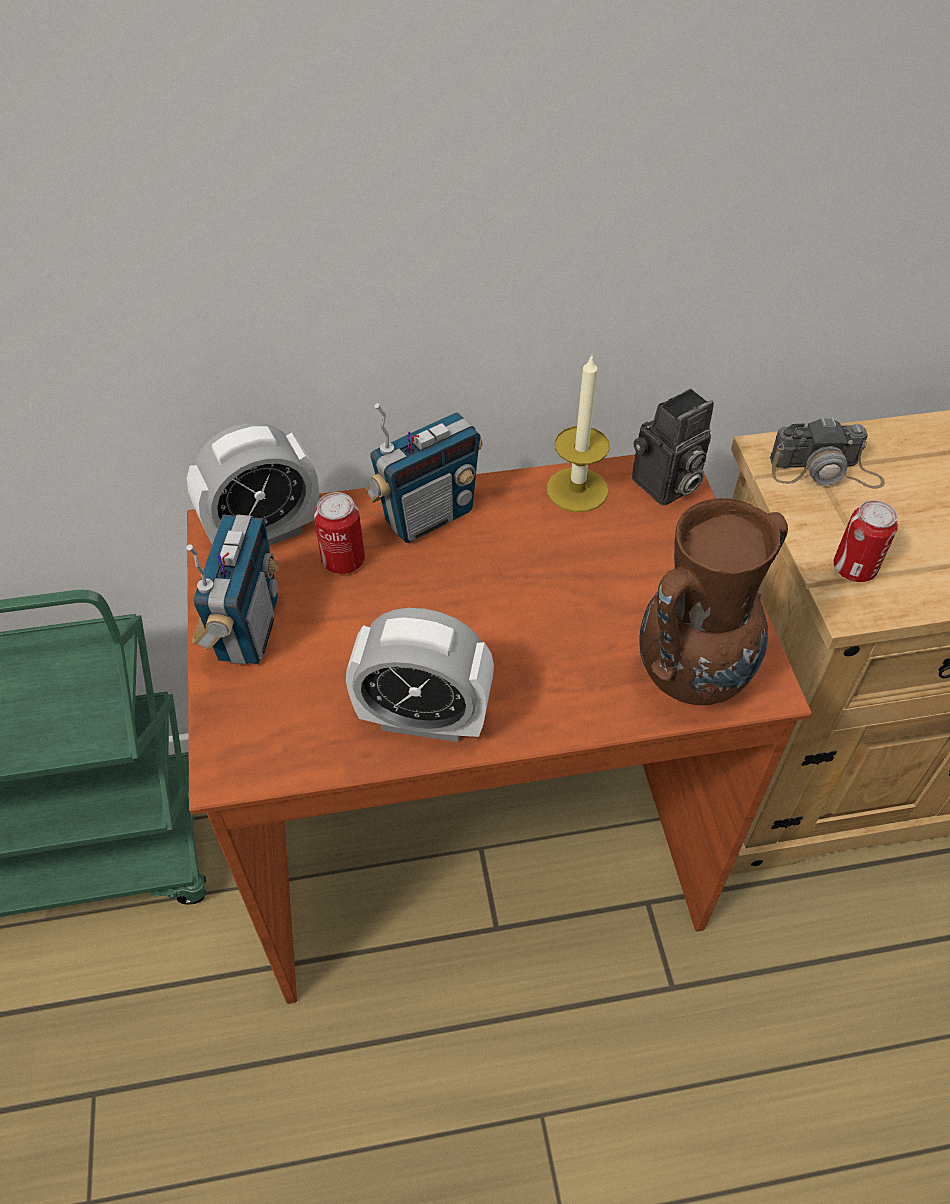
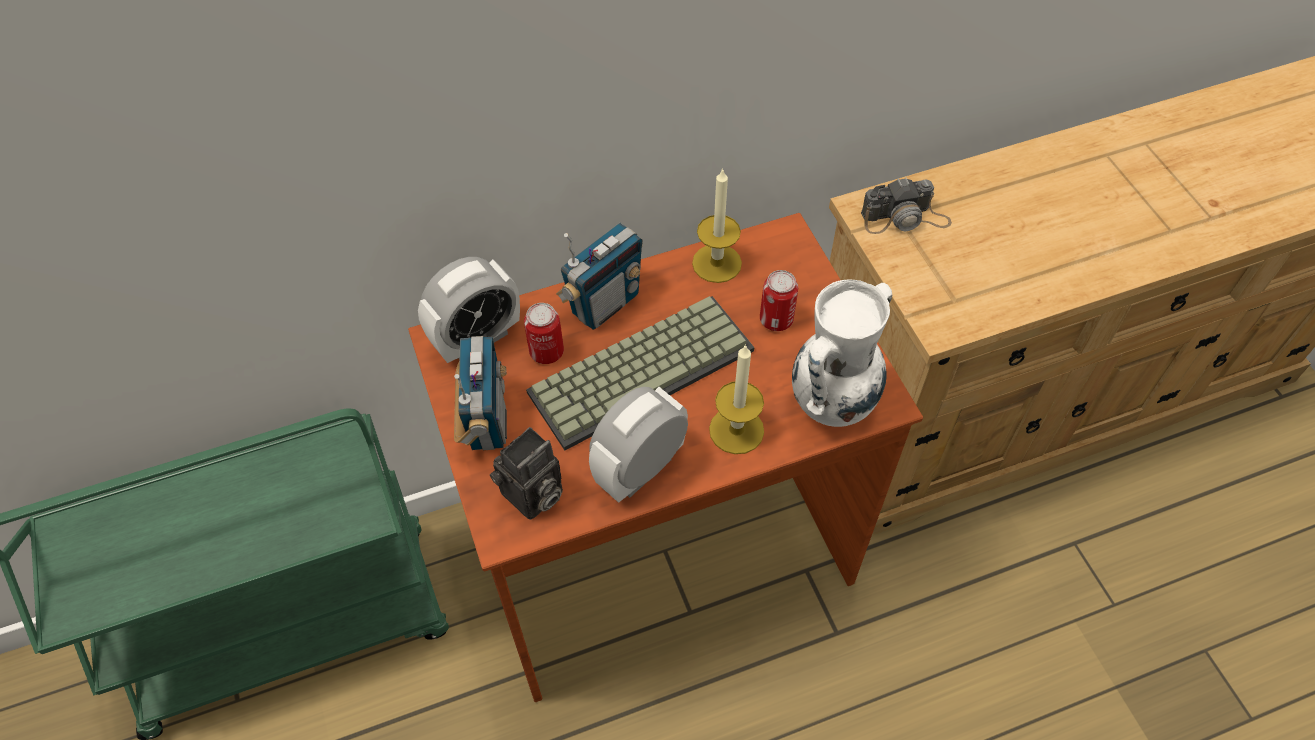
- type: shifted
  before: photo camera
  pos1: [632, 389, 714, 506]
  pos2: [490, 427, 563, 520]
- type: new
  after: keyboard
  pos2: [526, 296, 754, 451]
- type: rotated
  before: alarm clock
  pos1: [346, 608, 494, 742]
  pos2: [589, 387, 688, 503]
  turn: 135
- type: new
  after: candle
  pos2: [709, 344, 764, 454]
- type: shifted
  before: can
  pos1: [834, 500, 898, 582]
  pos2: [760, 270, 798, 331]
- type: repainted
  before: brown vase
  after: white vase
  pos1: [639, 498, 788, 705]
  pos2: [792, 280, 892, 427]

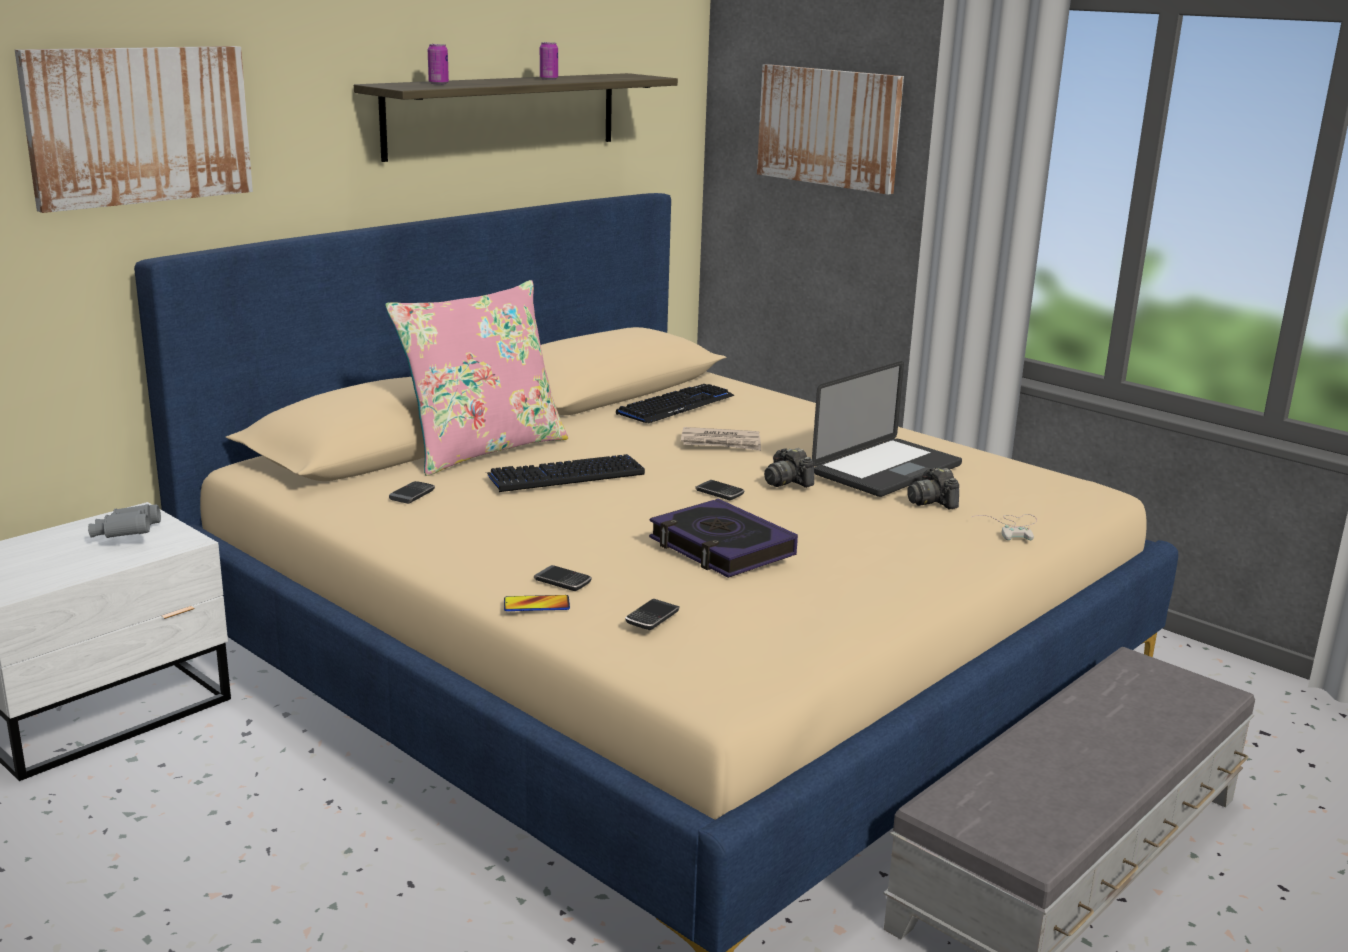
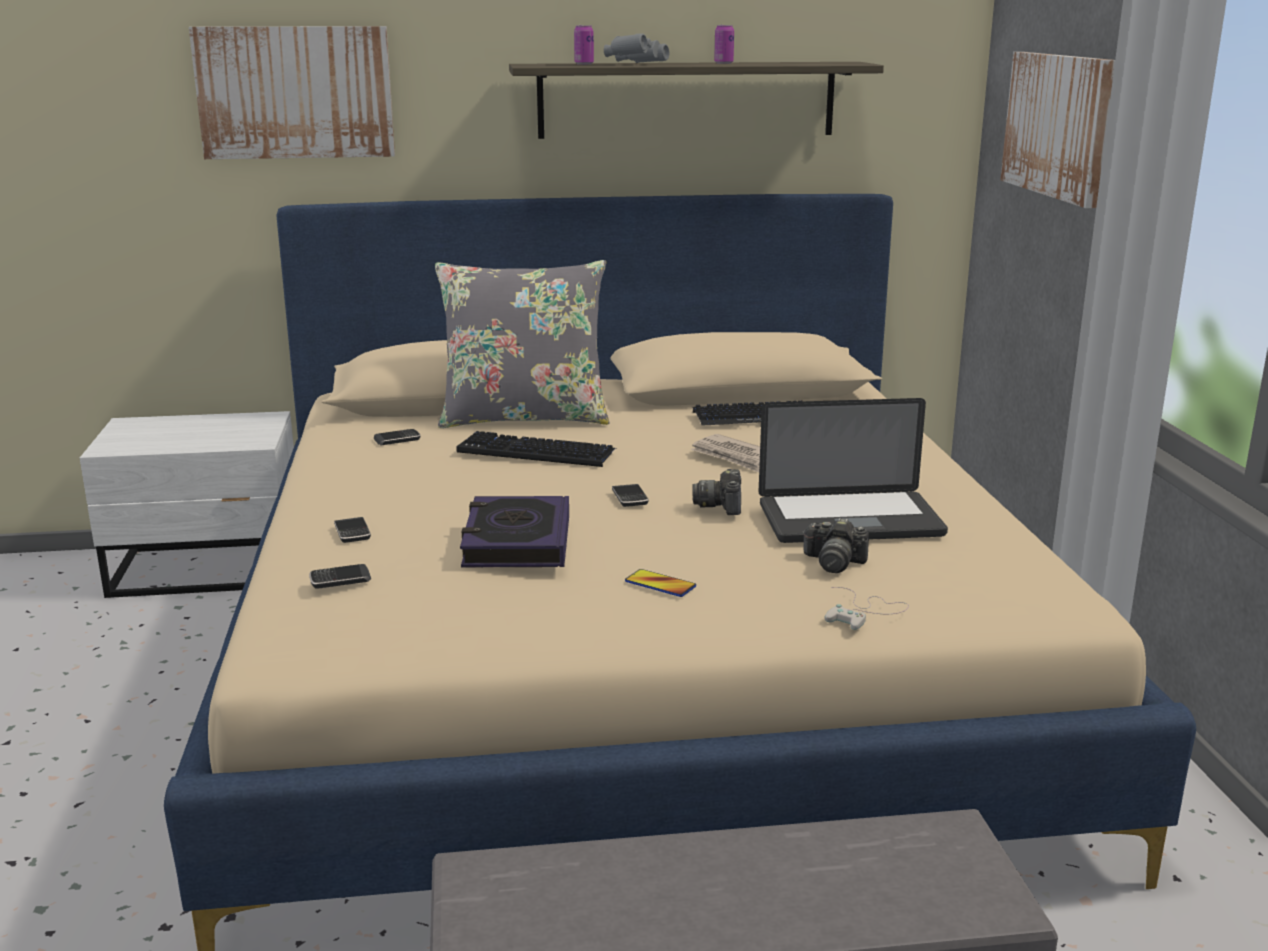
- type: repainted
  before: pink pillow
  after: grey pillow
  pos1: [385, 280, 568, 476]
  pos2: [435, 260, 610, 428]
- type: shifted
  before: grey binoculars
  pos1: [88, 504, 161, 538]
  pos2: [604, 33, 669, 63]
- type: shifted
  before: phone
  pos1: [504, 595, 570, 611]
  pos2: [625, 569, 696, 597]
- type: rotated
  before: photo camera
  pos1: [907, 468, 959, 510]
  pos2: [802, 518, 869, 573]
  turn: -90

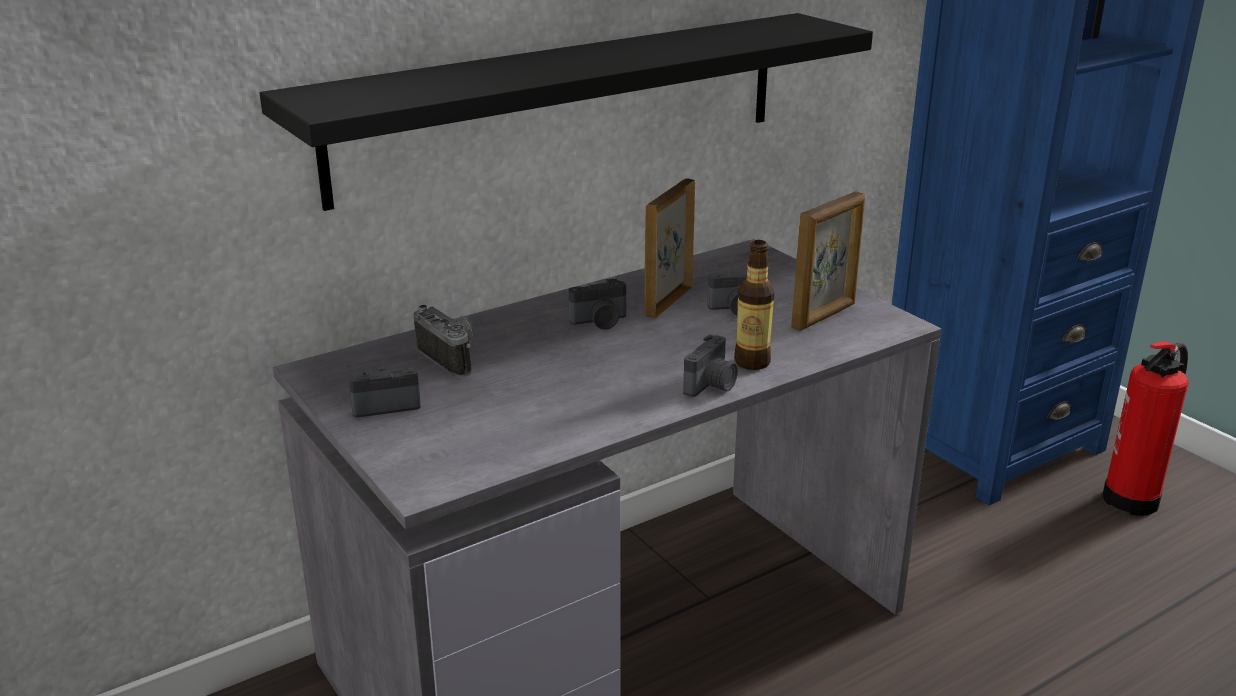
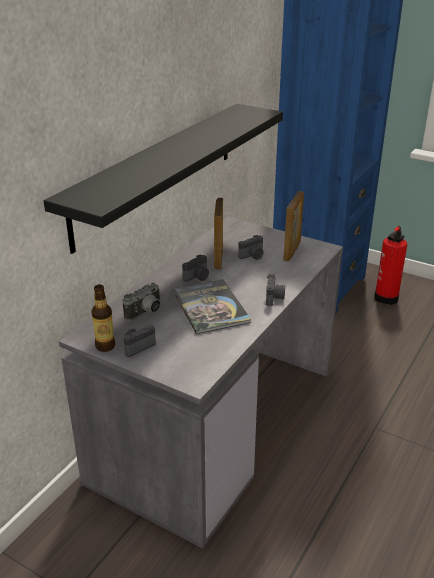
- type: shifted
  before: bottle
  pos1: [734, 240, 774, 370]
  pos2: [92, 284, 115, 352]
- type: rotated
  before: photo camera
  pos1: [413, 305, 475, 378]
  pos2: [122, 283, 161, 321]
  turn: 105
- type: new
  after: book
  pos2: [173, 279, 251, 334]

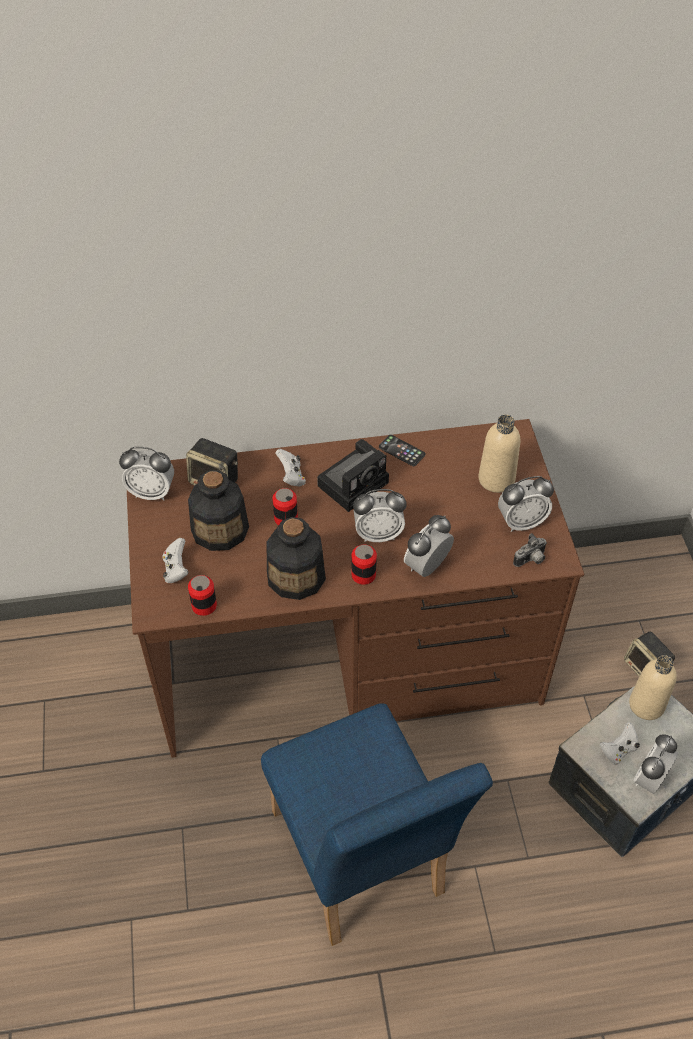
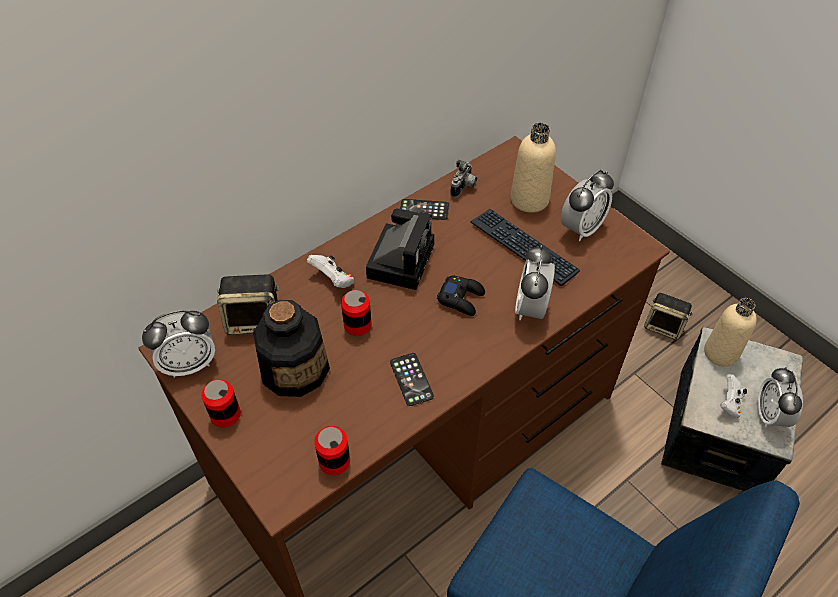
- type: shifted
  before: can
  pos1: [351, 545, 377, 585]
  pos2: [201, 380, 241, 428]
- type: swapped
  before: bottle
  after: phone
  pos1: [267, 517, 326, 600]
  pos2: [390, 353, 434, 406]
- type: swapped
  before: alarm clock
  after: black game controller
  pos1: [353, 489, 407, 542]
  pos2: [437, 276, 485, 316]
- type: shifted
  before: photo camera
  pos1: [513, 533, 547, 567]
  pos2: [450, 160, 477, 198]
- type: new
  after: keyboard
  pos2: [471, 209, 580, 286]
- type: gone
  before: white game controller
  pos1: [163, 538, 189, 583]

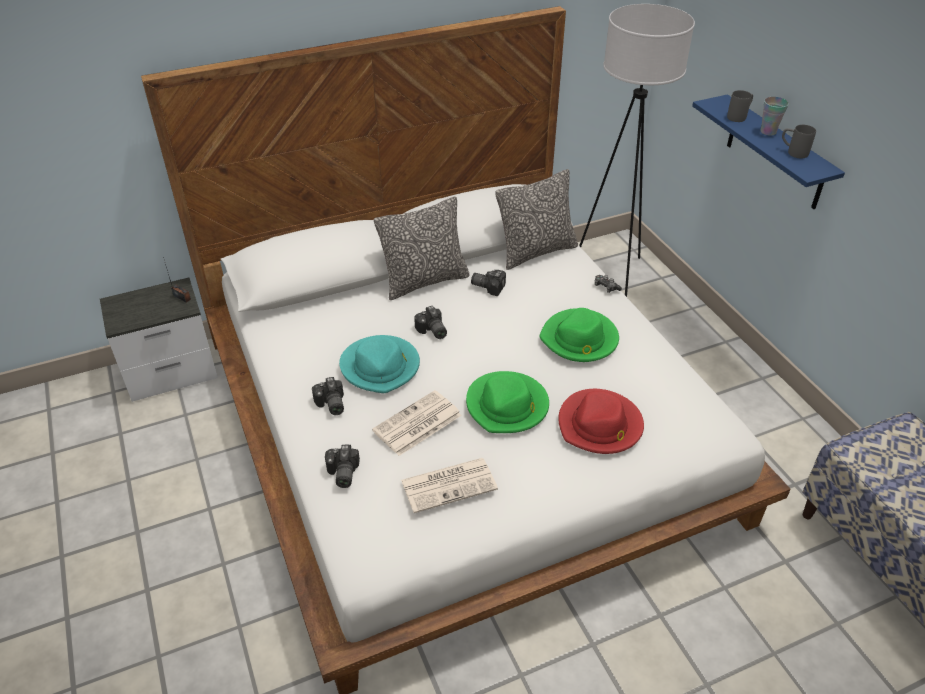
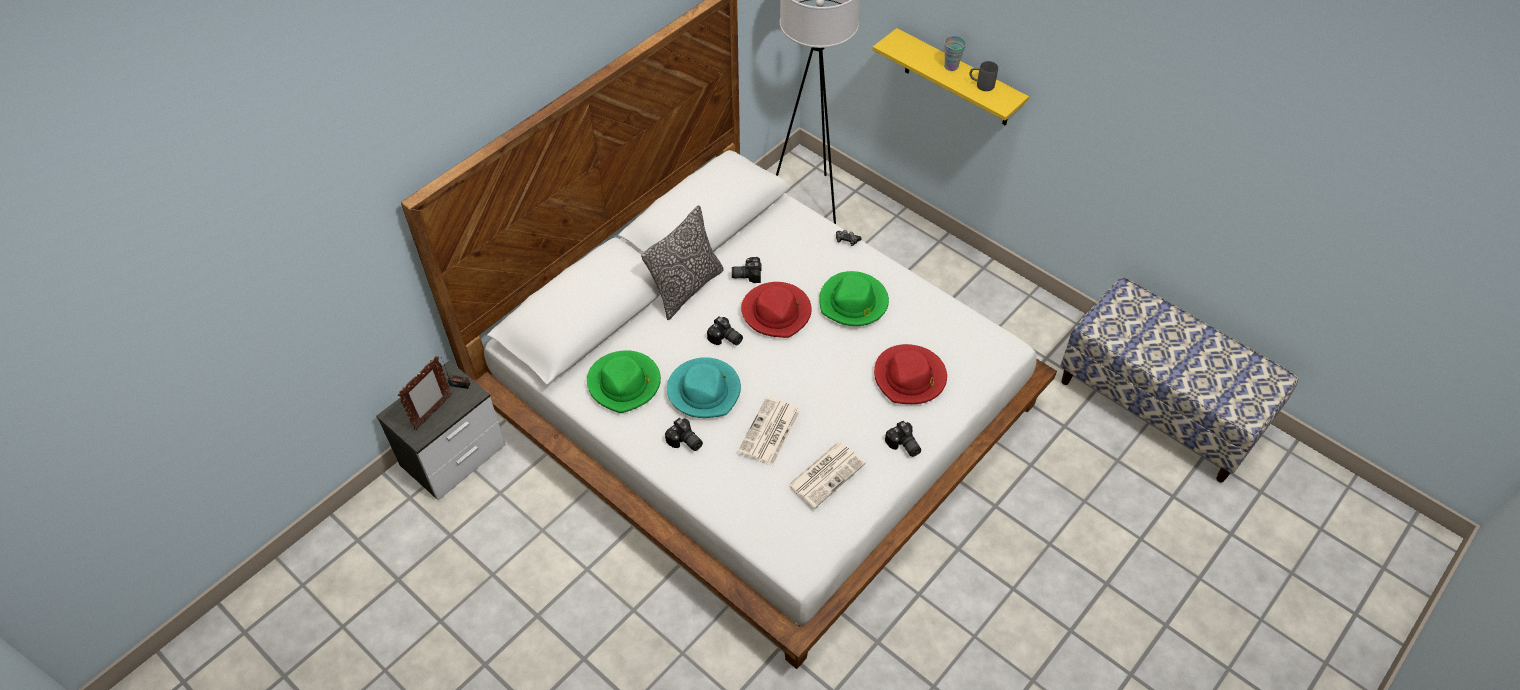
- type: new
  after: picture frame
  pos2: [398, 356, 452, 430]
- type: shifted
  before: green hat
  pos1: [466, 371, 549, 433]
  pos2: [587, 350, 661, 413]
- type: new
  after: red hat
  pos2: [741, 282, 812, 338]
- type: repainted
  before: blue shelf
  after: yellow shelf
  pos1: [692, 94, 845, 209]
  pos2: [872, 28, 1029, 126]
- type: shifted
  before: photo camera
  pos1: [325, 445, 360, 488]
  pos2: [885, 421, 921, 457]
- type: gone
  before: pillow
  pos1: [495, 169, 578, 270]
- type: gone
  before: grey mug
  pos1: [727, 90, 753, 122]

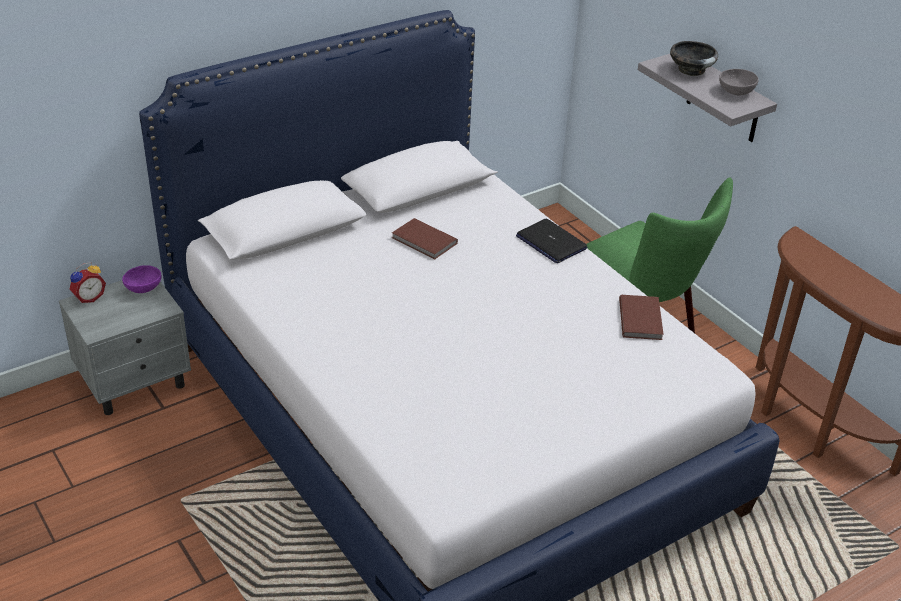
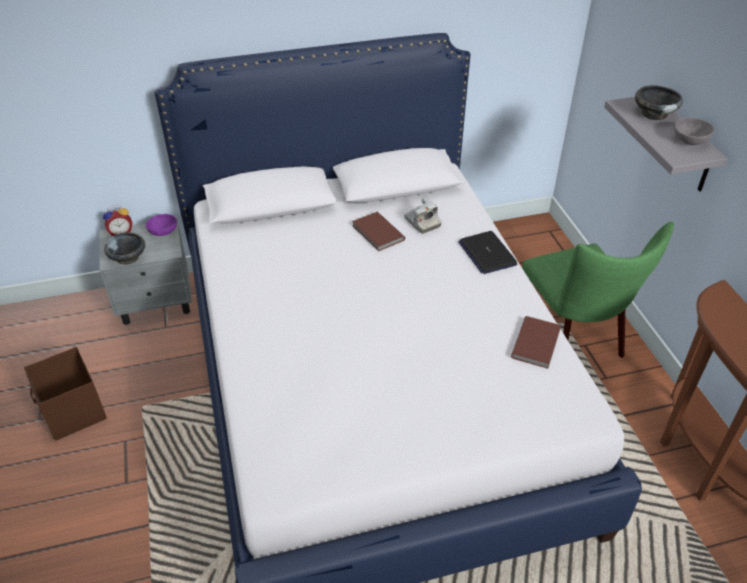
- type: new
  after: brown storage box
  pos2: [24, 347, 107, 441]
- type: new
  after: black bowl
  pos2: [104, 232, 145, 265]
- type: new
  after: photo camera
  pos2: [404, 197, 442, 234]

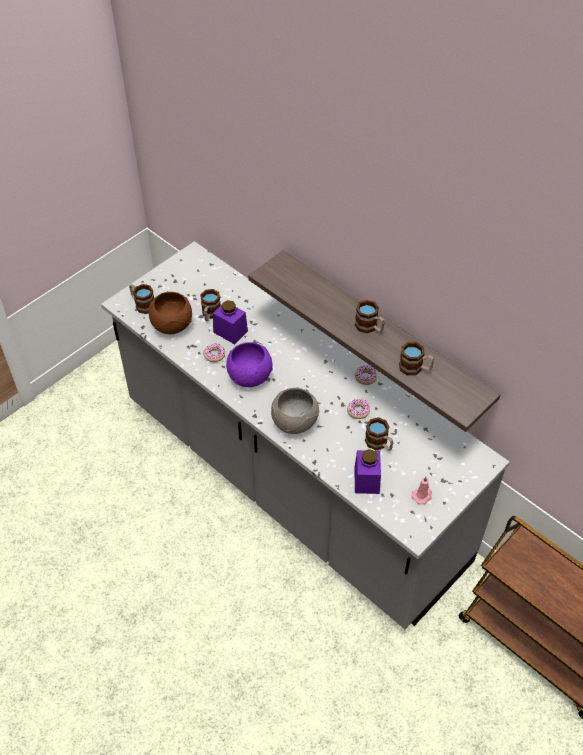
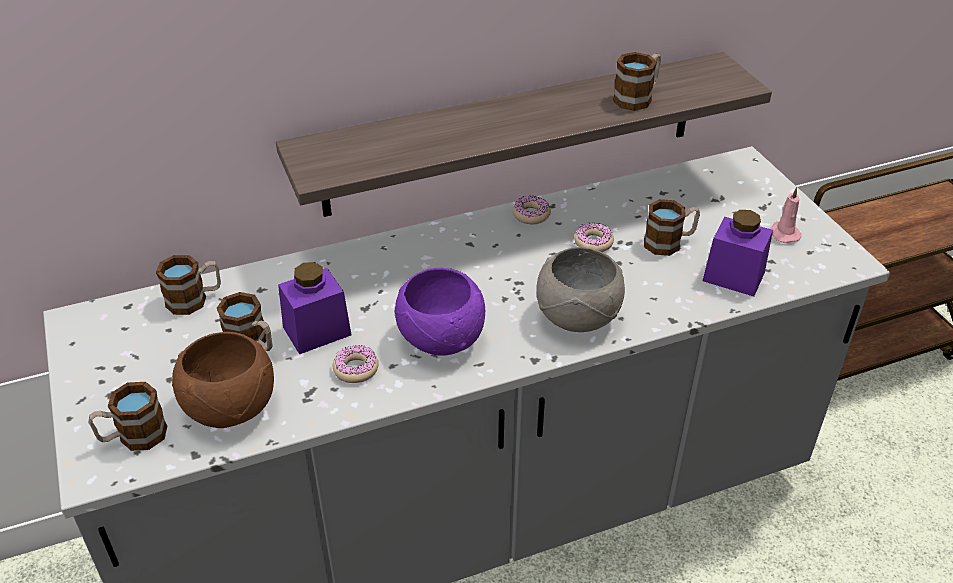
- type: shifted
  before: mug
  pos1: [355, 300, 385, 333]
  pos2: [156, 255, 221, 315]

